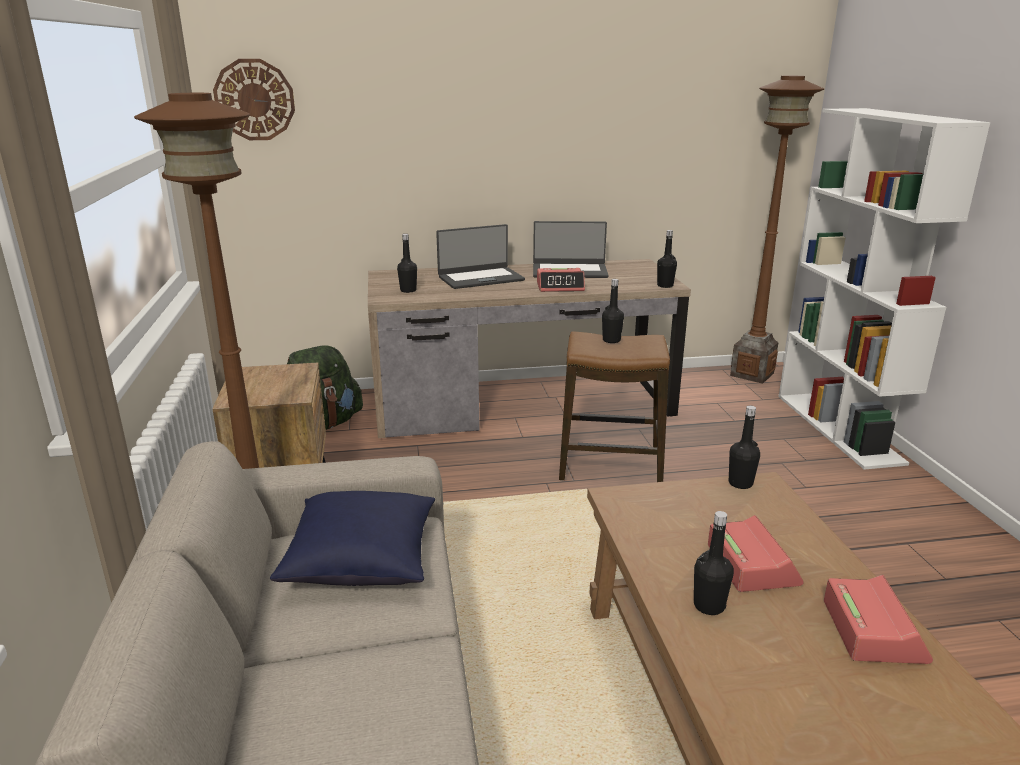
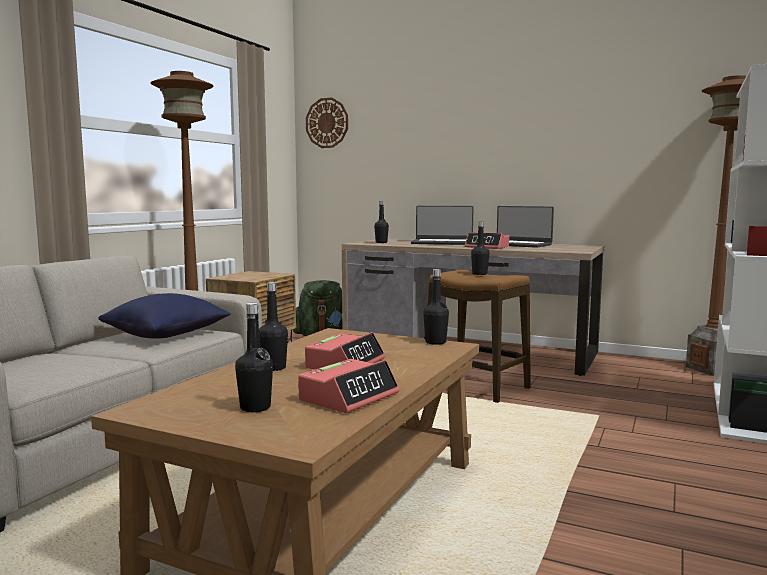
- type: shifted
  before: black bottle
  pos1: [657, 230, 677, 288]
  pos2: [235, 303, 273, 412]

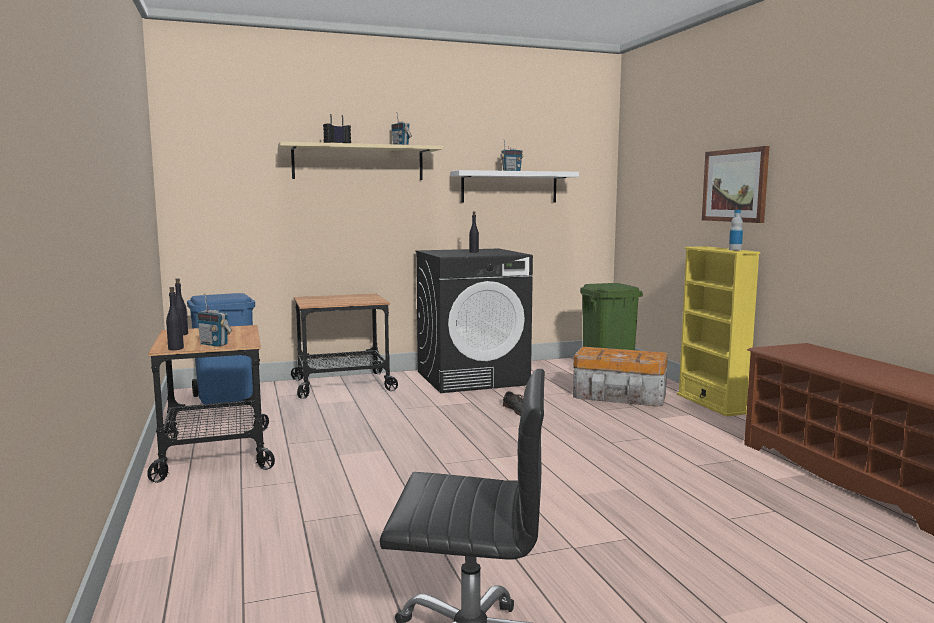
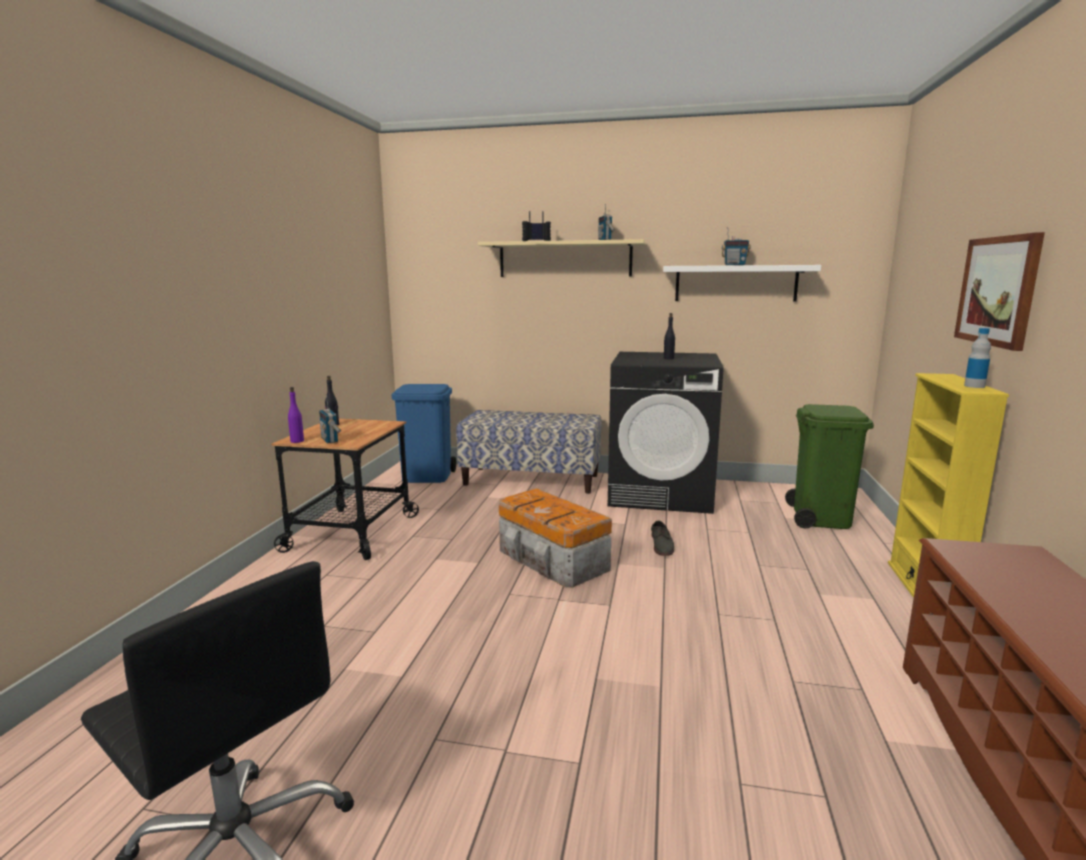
- type: repainted
  before: black bottle
  after: purple bottle
  pos1: [166, 287, 184, 350]
  pos2: [288, 387, 304, 443]
- type: swapped
  before: cart
  after: bench
  pos1: [291, 294, 398, 399]
  pos2: [456, 410, 602, 494]
- type: shifted
  before: storage box
  pos1: [573, 347, 668, 407]
  pos2: [499, 488, 612, 587]

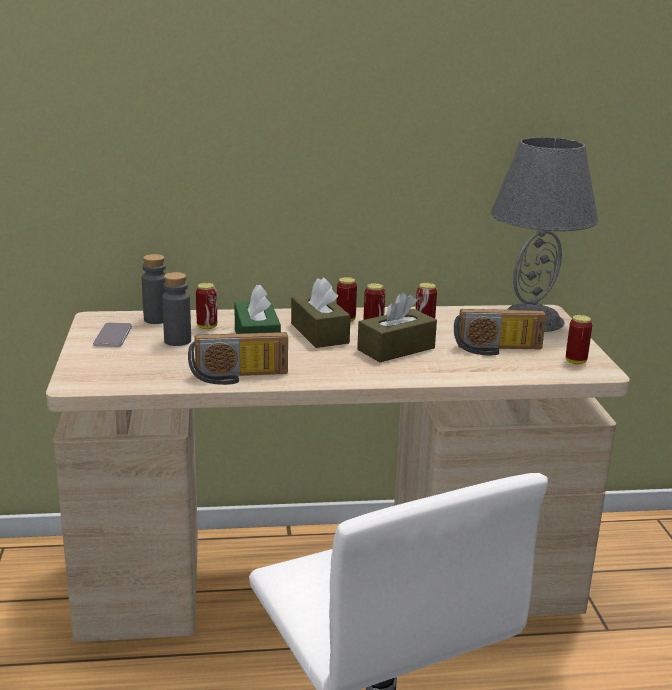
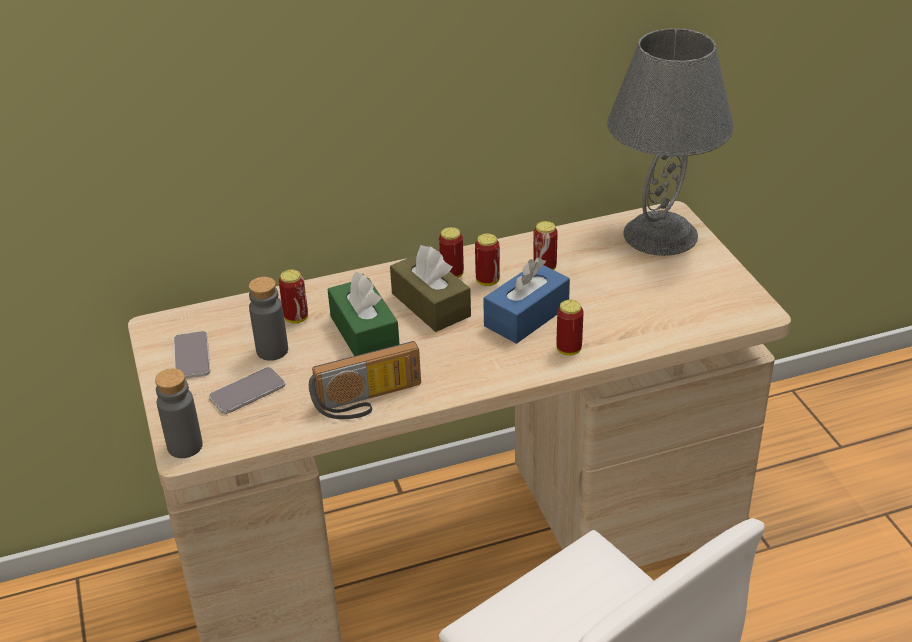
- type: shifted
  before: grey bottle
  pos1: [142, 254, 166, 324]
  pos2: [155, 369, 203, 458]
- type: new
  after: phone
  pos2: [209, 367, 285, 414]
- type: repainted
  before: brown tissue box
  after: blue tissue box
  pos1: [357, 292, 437, 362]
  pos2: [483, 257, 570, 344]
- type: shifted
  before: can
  pos1: [566, 315, 592, 364]
  pos2: [557, 300, 584, 356]
- type: gone
  before: radio
  pos1: [454, 309, 546, 355]

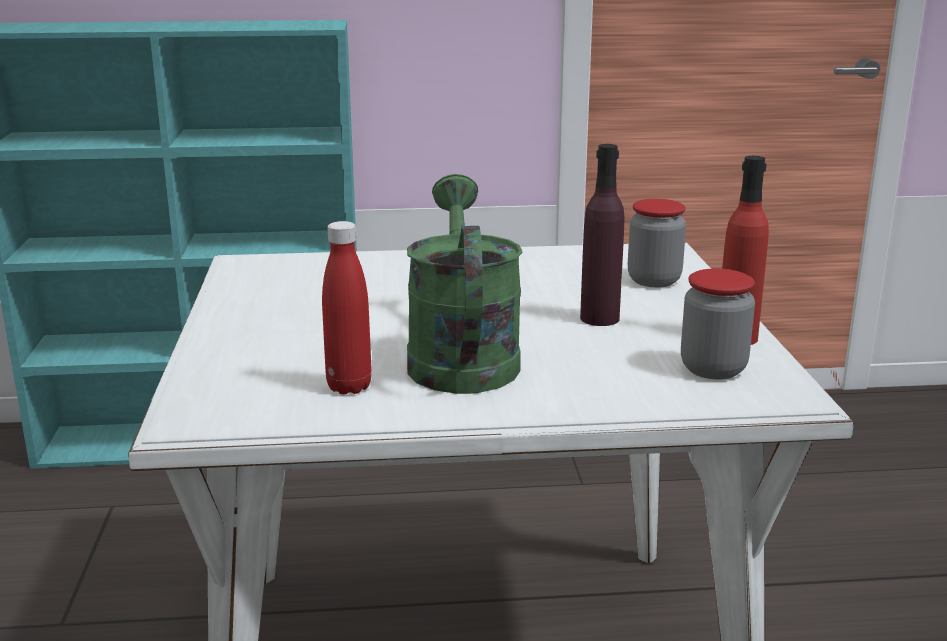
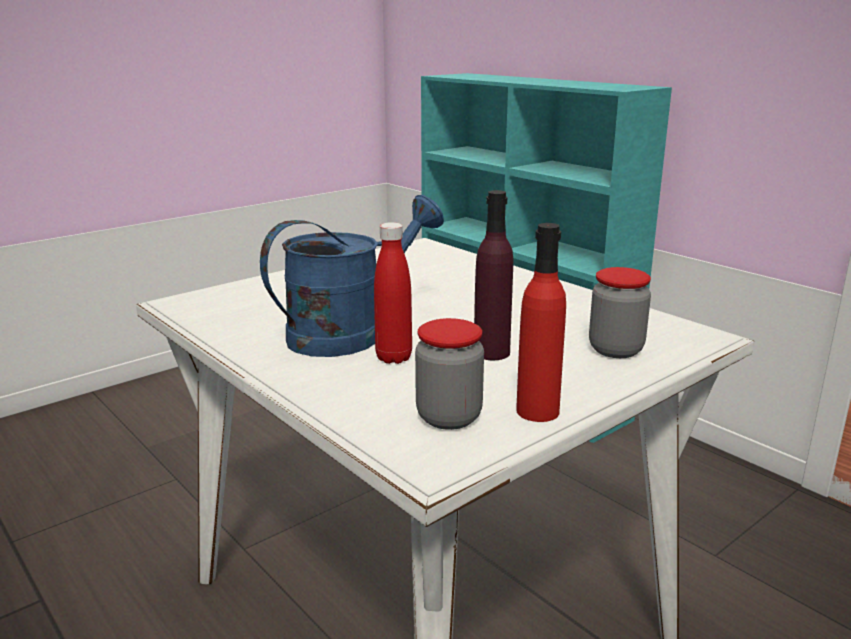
- type: repainted
  before: green watering can
  after: blue watering can
  pos1: [407, 174, 523, 394]
  pos2: [260, 195, 444, 357]
- type: shifted
  before: red bottle
  pos1: [322, 221, 372, 394]
  pos2: [374, 222, 412, 364]

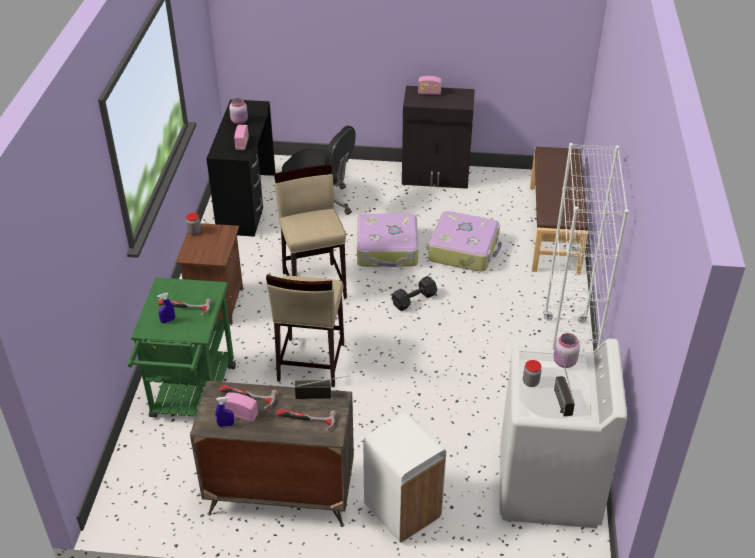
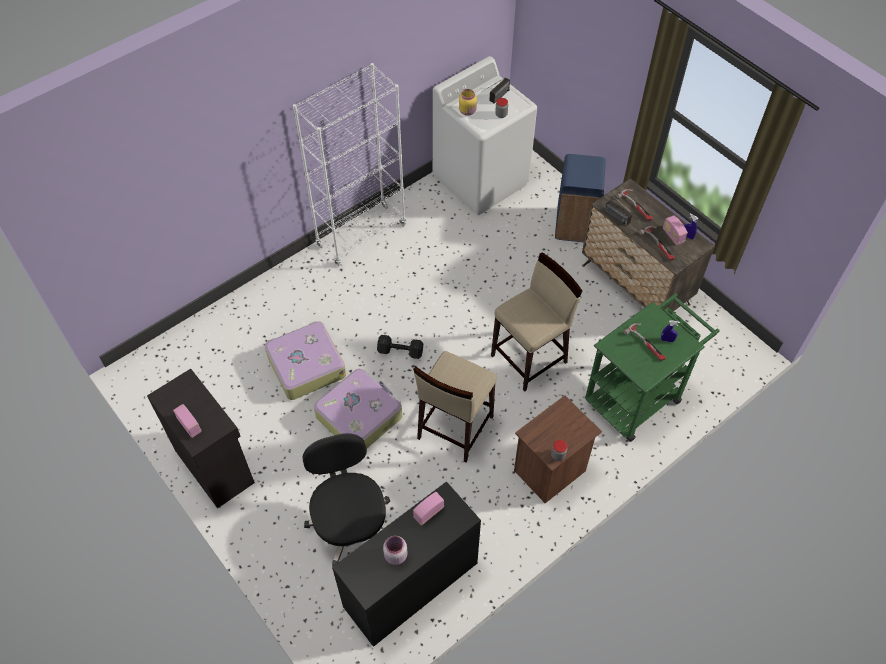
- type: repainted
  before: pink jar
  after: yellow jar
  pos1: [554, 333, 580, 368]
  pos2: [459, 89, 477, 116]
- type: repainted
  before: white trash can
  after: blue trash can
  pos1: [363, 412, 446, 543]
  pos2: [555, 154, 606, 242]
- type: gone
  before: brown bench
  pos1: [530, 147, 588, 275]

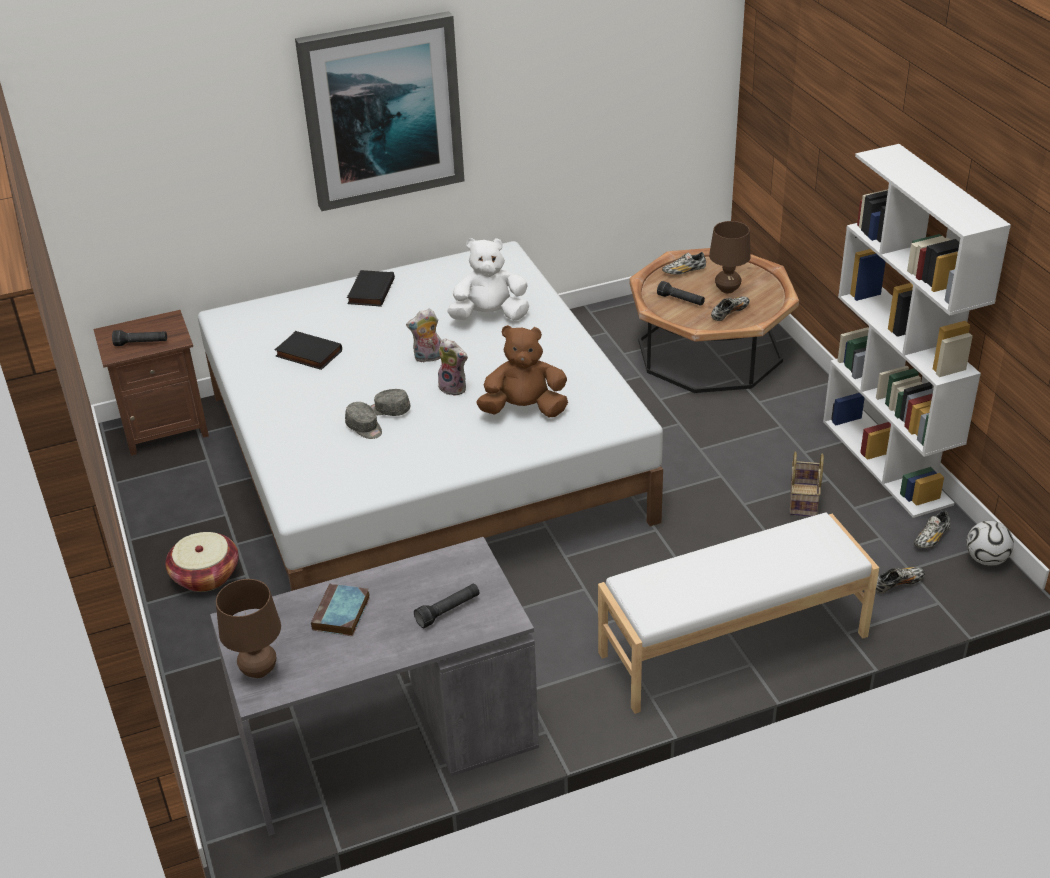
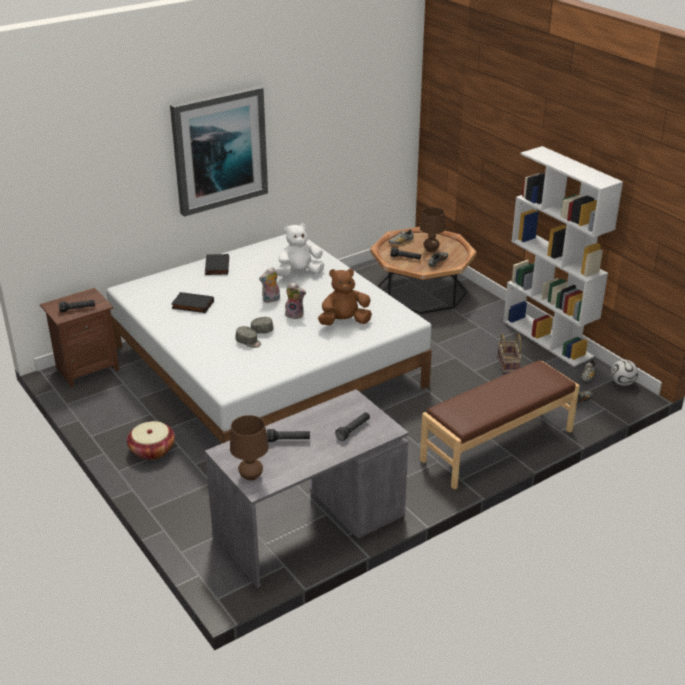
- type: swapped
  before: book
  after: black flashlight
  pos1: [311, 584, 370, 636]
  pos2: [267, 429, 310, 442]
- type: repainted
  before: white bench
  after: brown bench
  pos1: [598, 512, 879, 714]
  pos2: [420, 360, 580, 490]

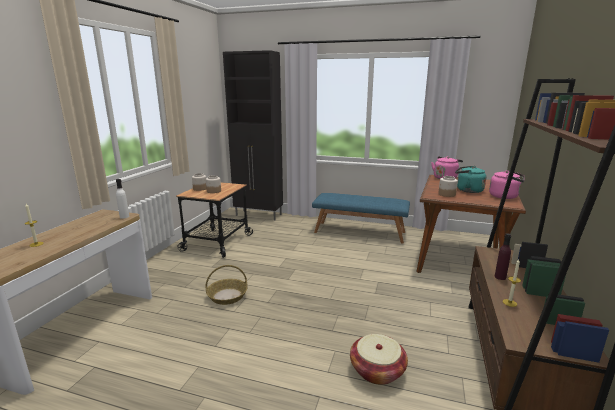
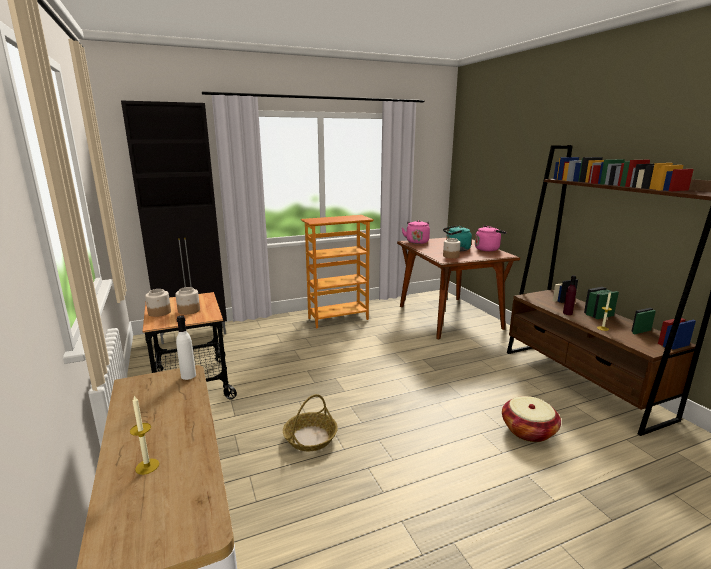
- type: swapped
  before: blue bench
  after: bookcase
  pos1: [312, 193, 410, 243]
  pos2: [301, 215, 374, 328]

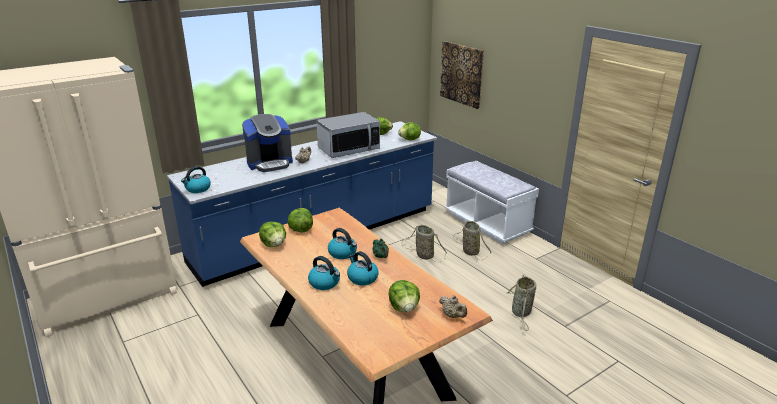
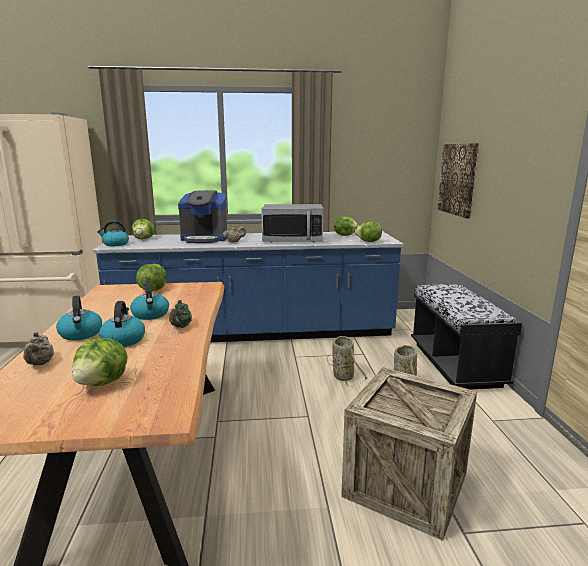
- type: shifted
  before: beige teapot
  pos1: [439, 295, 467, 318]
  pos2: [23, 332, 54, 365]
- type: shifted
  before: lettuce
  pos1: [259, 222, 286, 247]
  pos2: [132, 219, 155, 239]
- type: swapped
  before: basket
  after: crate
  pos1: [507, 274, 536, 331]
  pos2: [341, 367, 477, 541]
- type: repainted
  before: white bench
  after: black bench
  pos1: [445, 161, 539, 244]
  pos2: [411, 284, 522, 390]

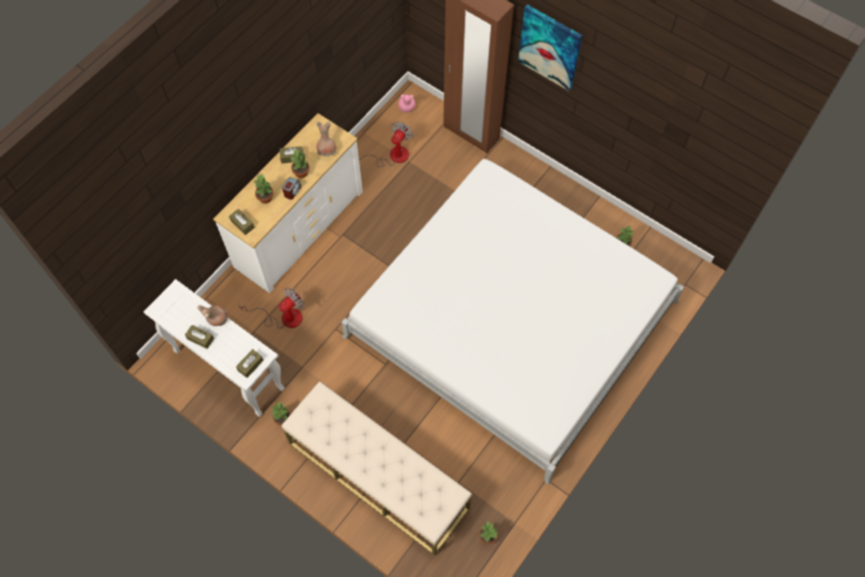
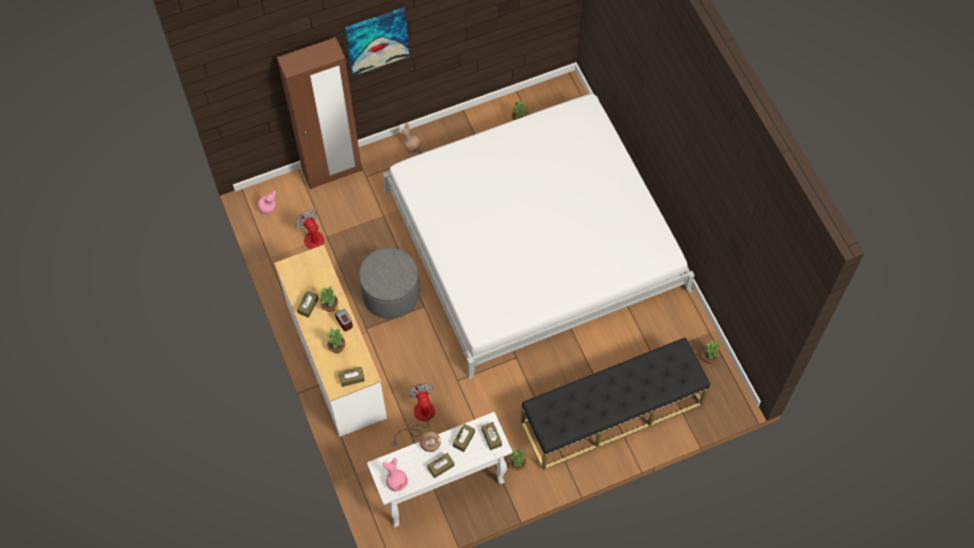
- type: new
  after: grey ottoman
  pos2: [359, 248, 420, 319]
- type: new
  after: pink vase
  pos2: [382, 458, 408, 492]
- type: shifted
  before: brown vase
  pos1: [316, 121, 336, 156]
  pos2: [399, 123, 422, 154]
- type: new
  after: brown tissue box
  pos2: [453, 424, 475, 452]
- type: repainted
  before: beige bench
  after: black bench
  pos1: [282, 381, 472, 555]
  pos2: [521, 337, 710, 470]

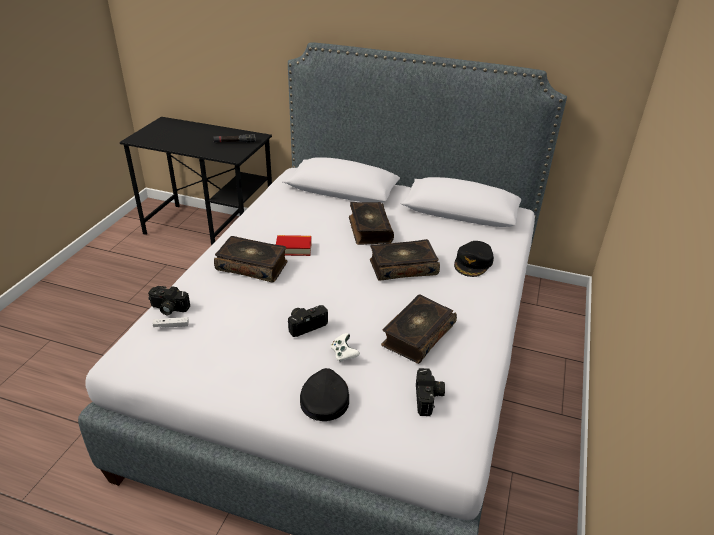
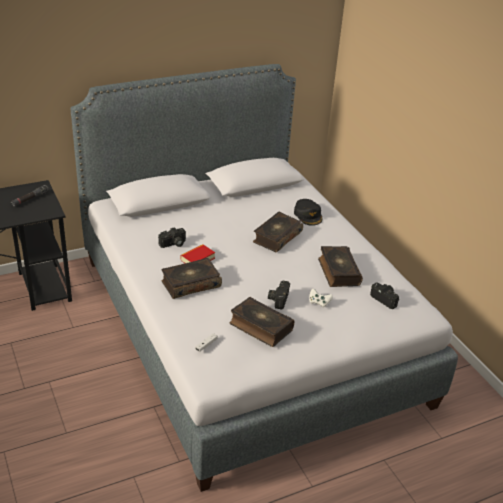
- type: shifted
  before: photo camera
  pos1: [148, 286, 190, 315]
  pos2: [158, 227, 186, 248]
- type: shifted
  before: book
  pos1: [349, 202, 394, 245]
  pos2: [230, 297, 294, 347]
- type: gone
  before: black cap
  pos1: [300, 368, 349, 421]

